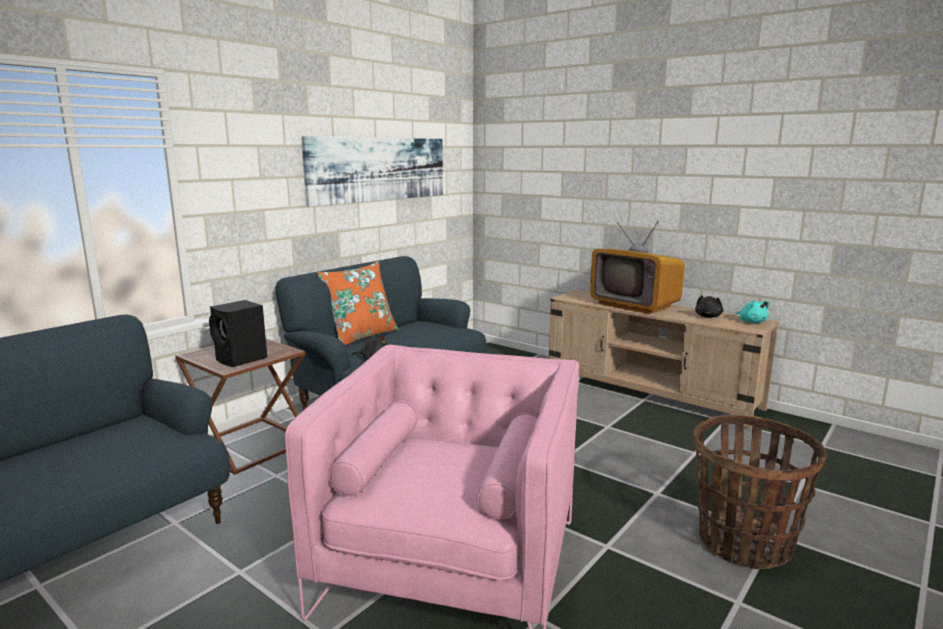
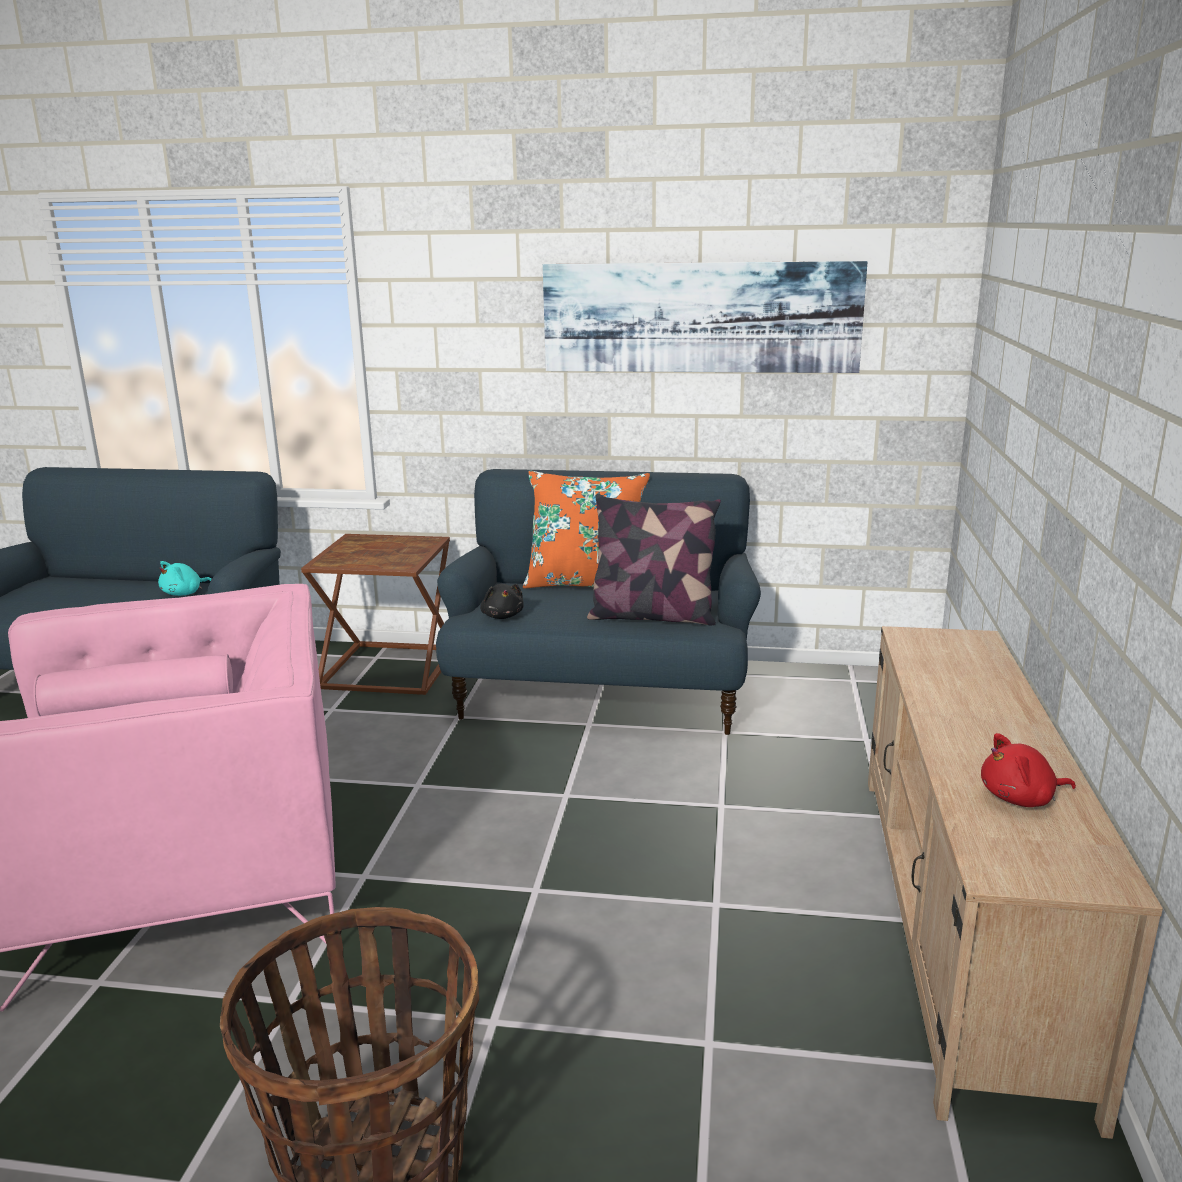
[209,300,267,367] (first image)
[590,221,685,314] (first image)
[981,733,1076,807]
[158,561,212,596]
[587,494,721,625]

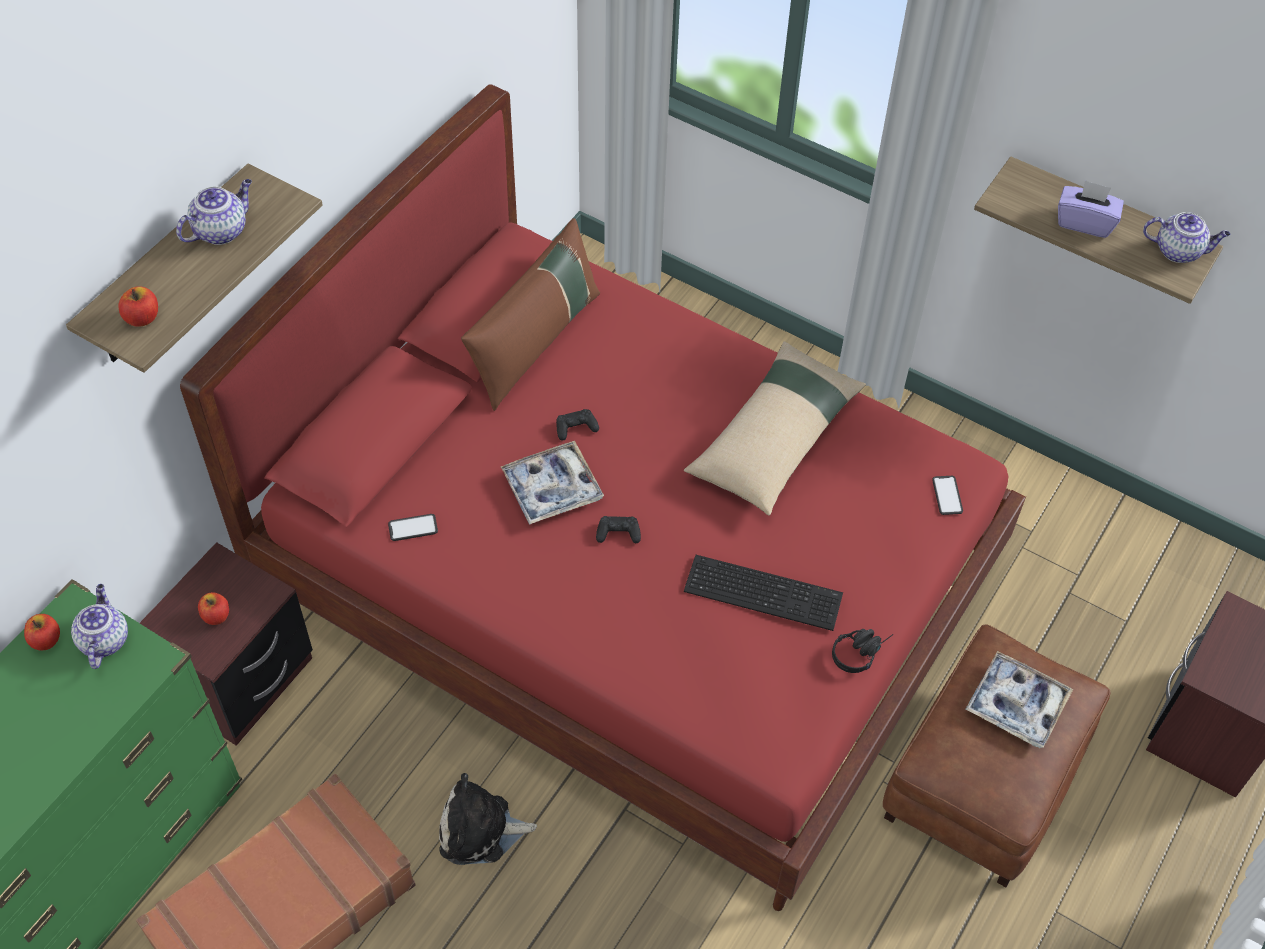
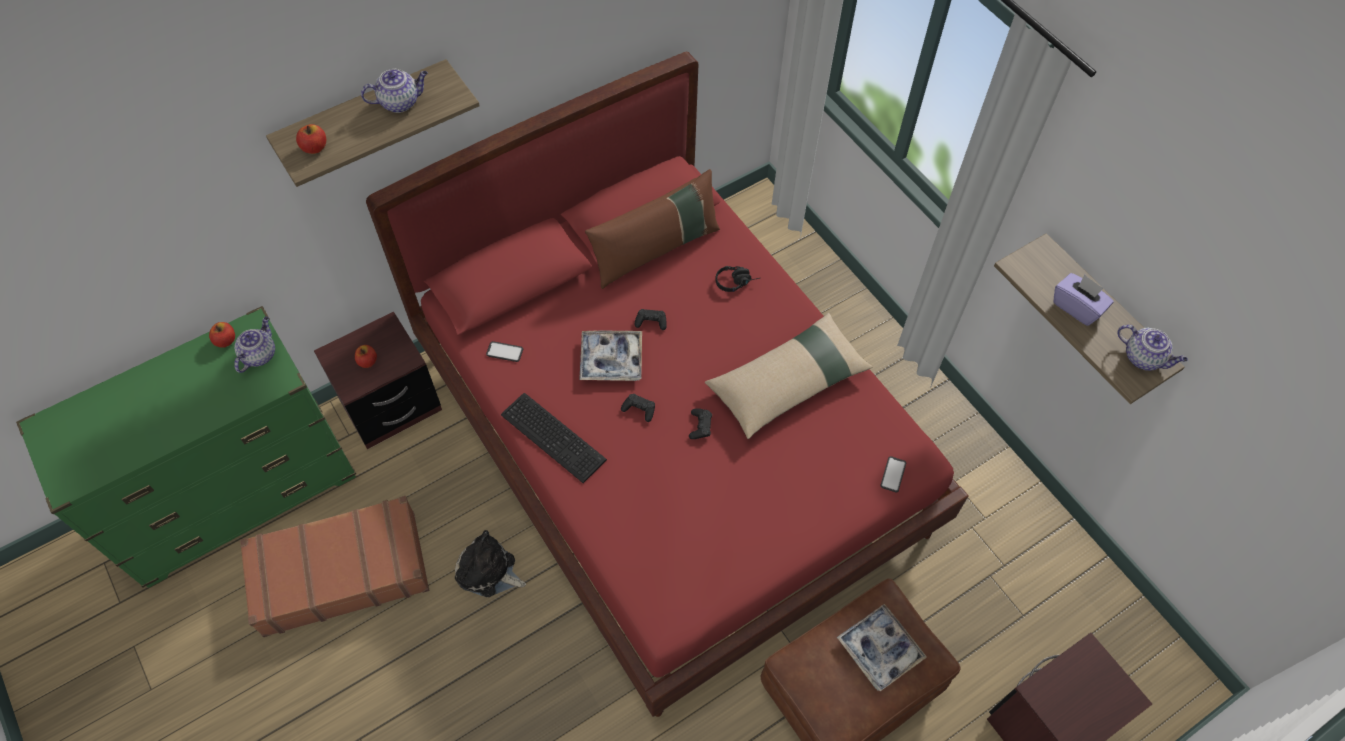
[501,393,607,483]
[715,266,760,292]
[689,408,712,439]

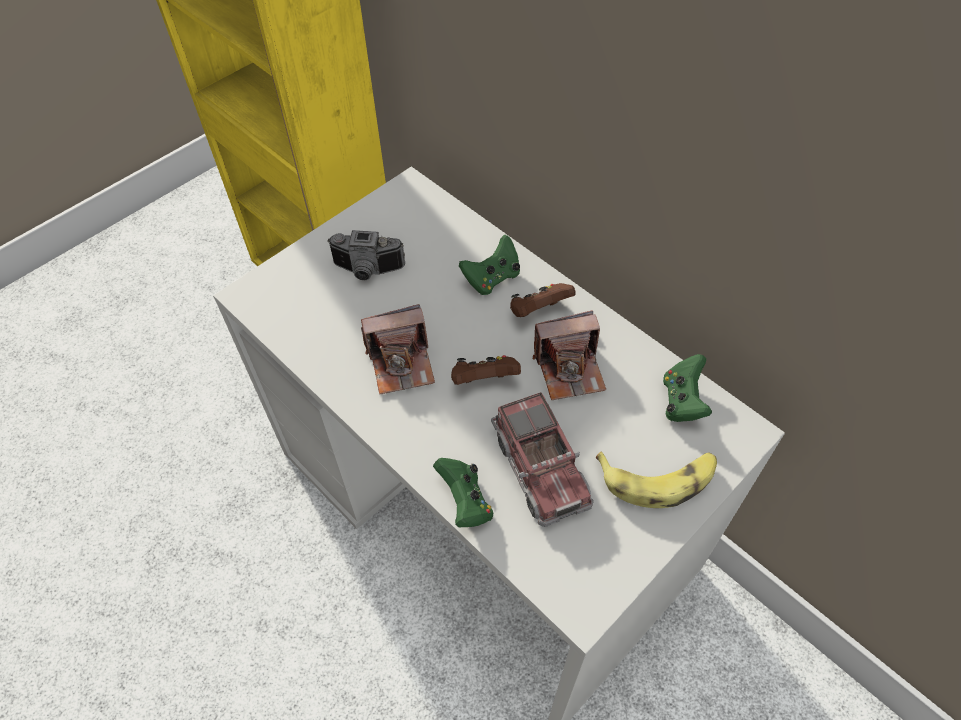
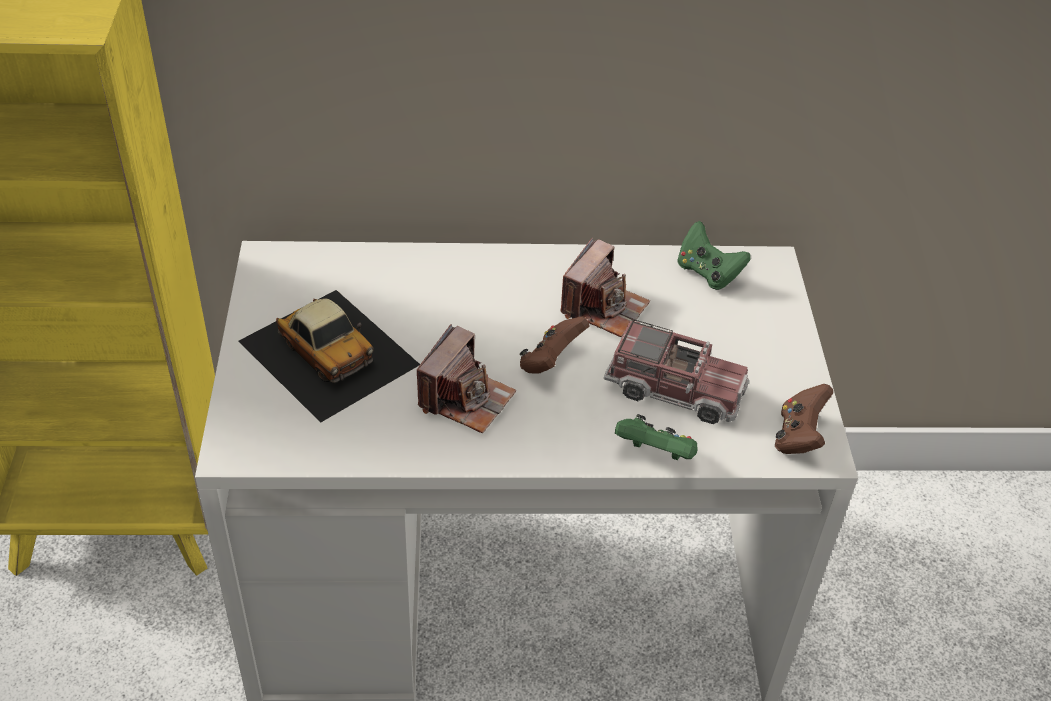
[239,290,420,423]
[459,235,520,295] (first image)
[775,384,833,454]
[596,452,717,508] (first image)

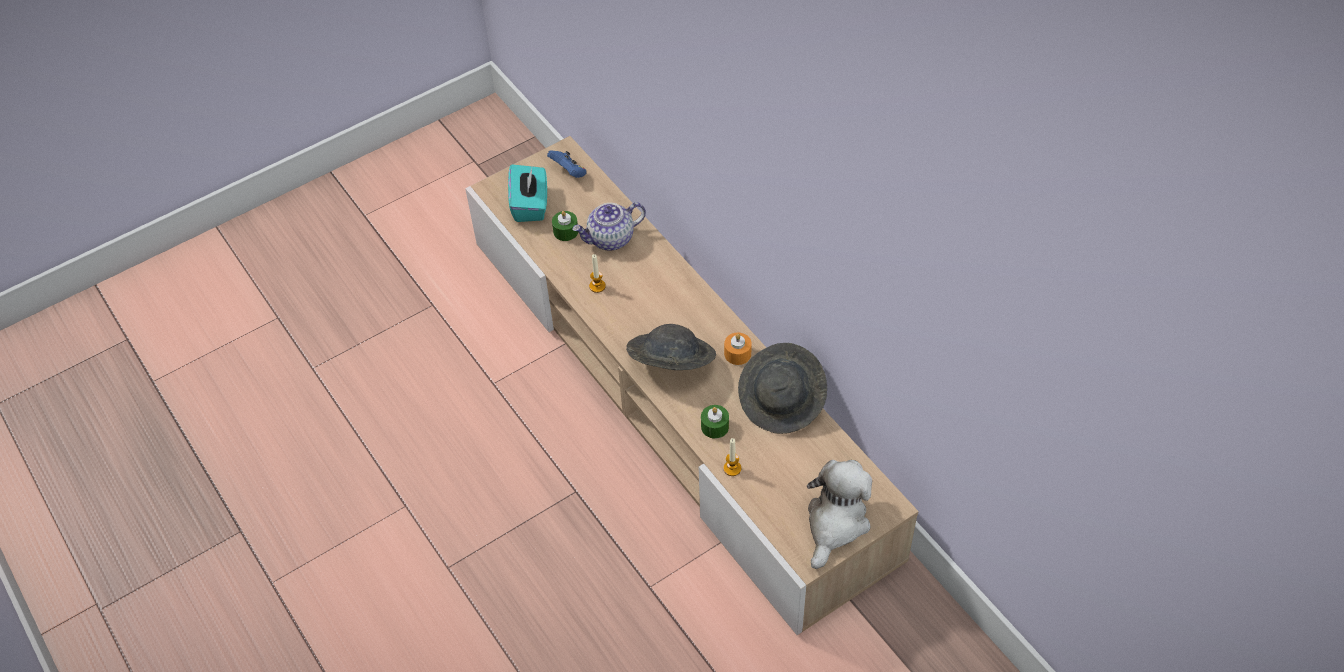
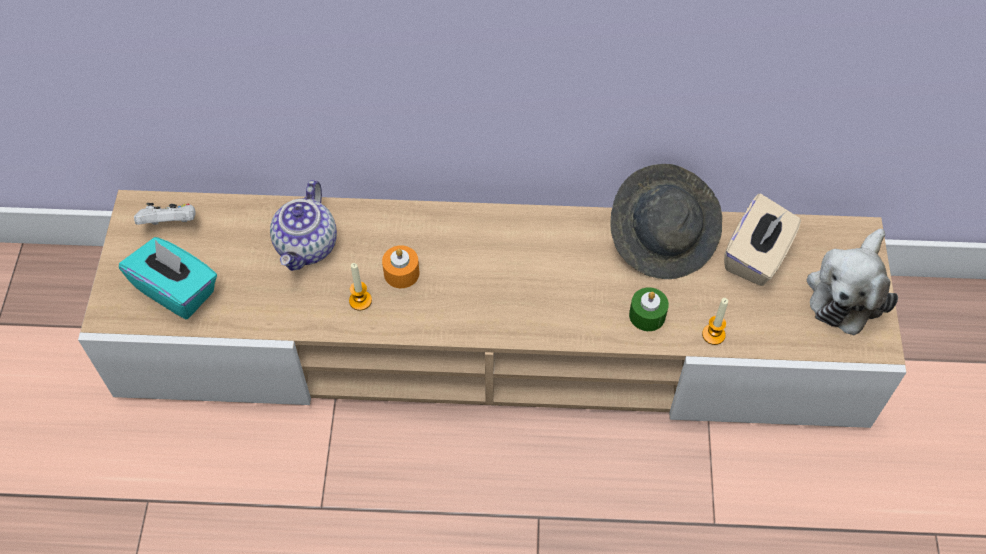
[134,203,196,225]
[552,211,578,241] (first image)
[626,324,716,370] (first image)
[382,245,419,288]
[807,229,898,336]
[724,194,801,286]

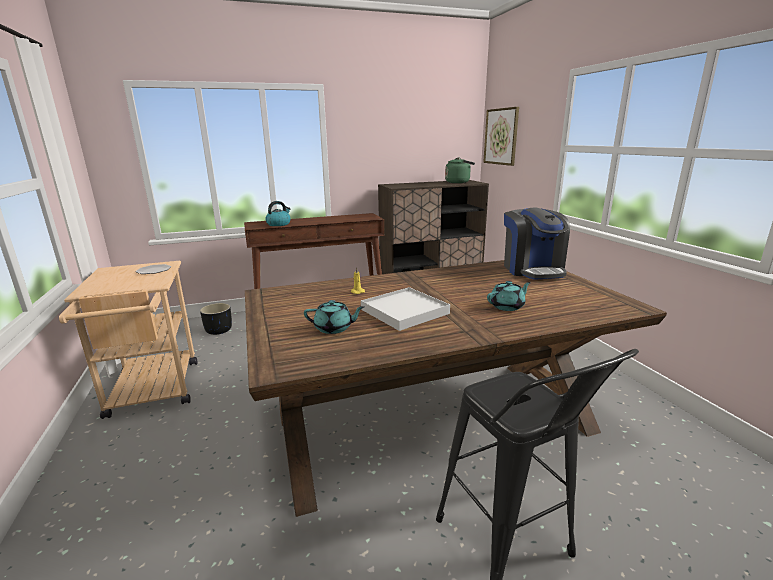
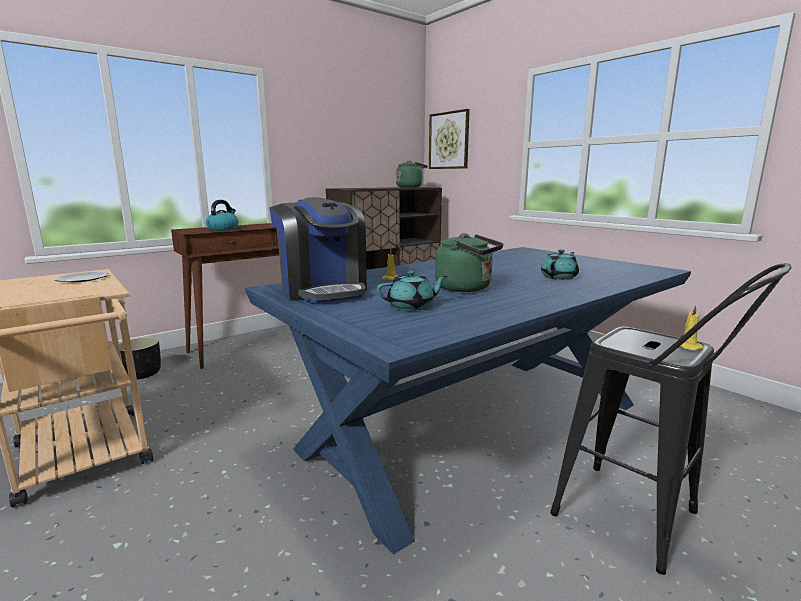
[245,247,691,554]
[435,233,503,292]
[269,197,367,303]
[674,305,703,350]

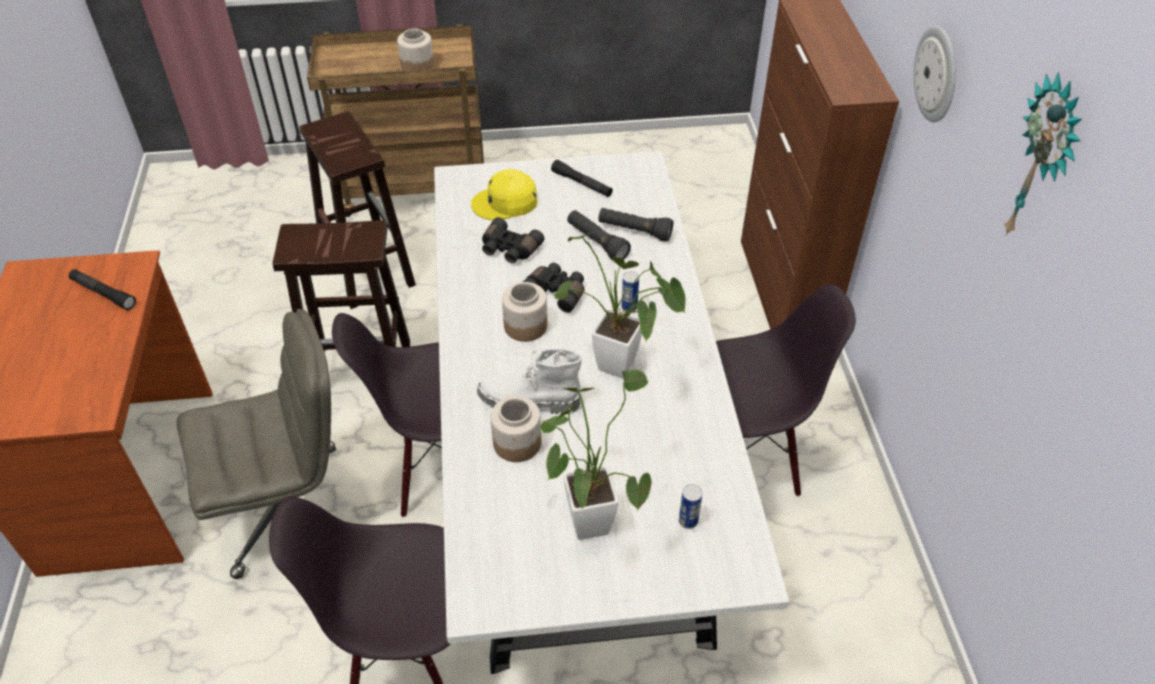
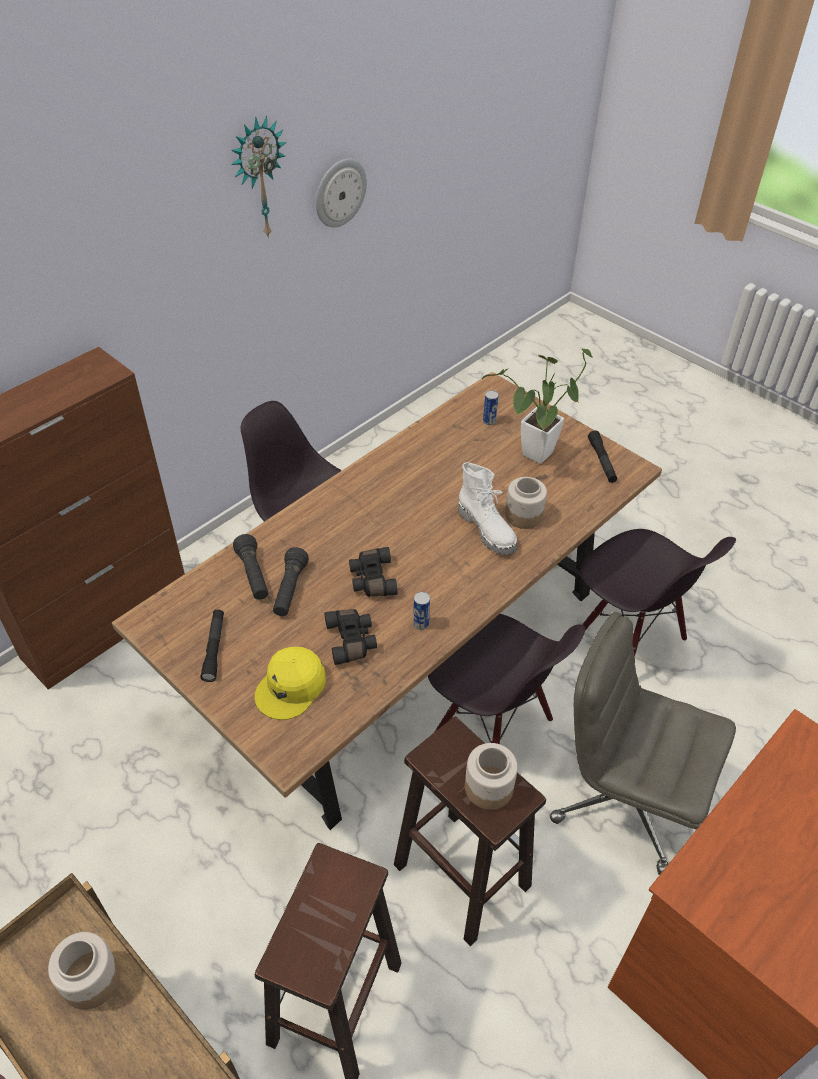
[588,431,617,483]
[112,372,662,830]
[255,647,326,720]
[465,743,518,810]
[554,233,686,378] (first image)
[413,592,430,630]
[316,159,367,228]

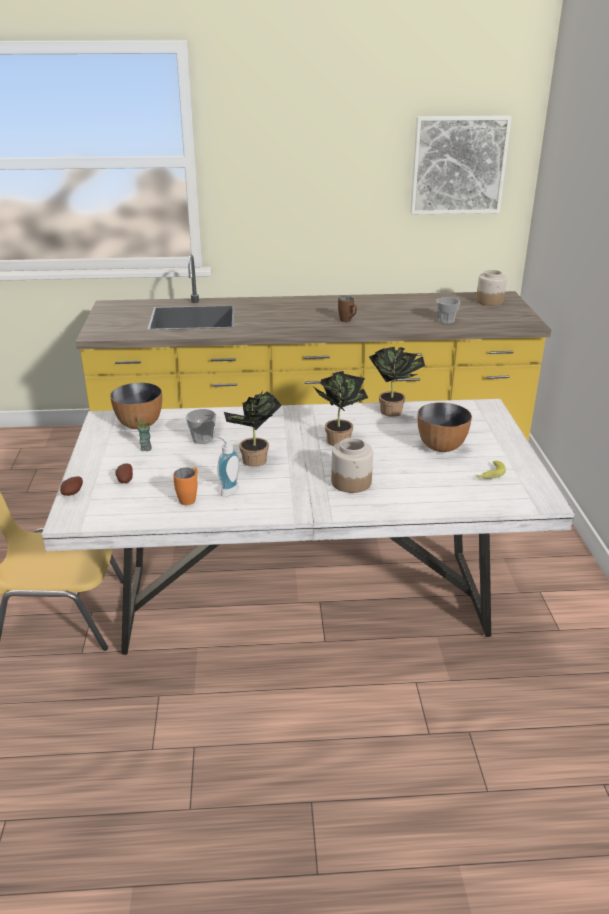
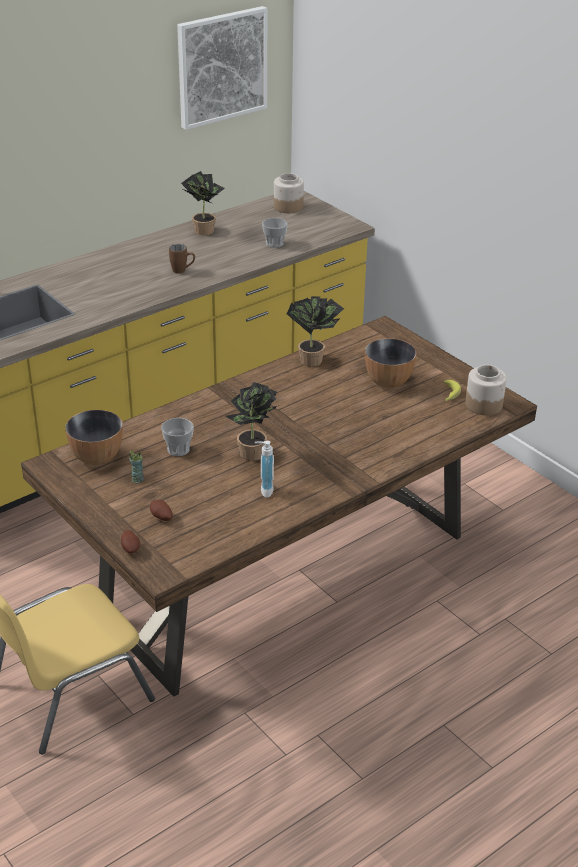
[21,316,537,697]
[173,467,198,505] (first image)
[181,171,225,236]
[465,365,507,415]

